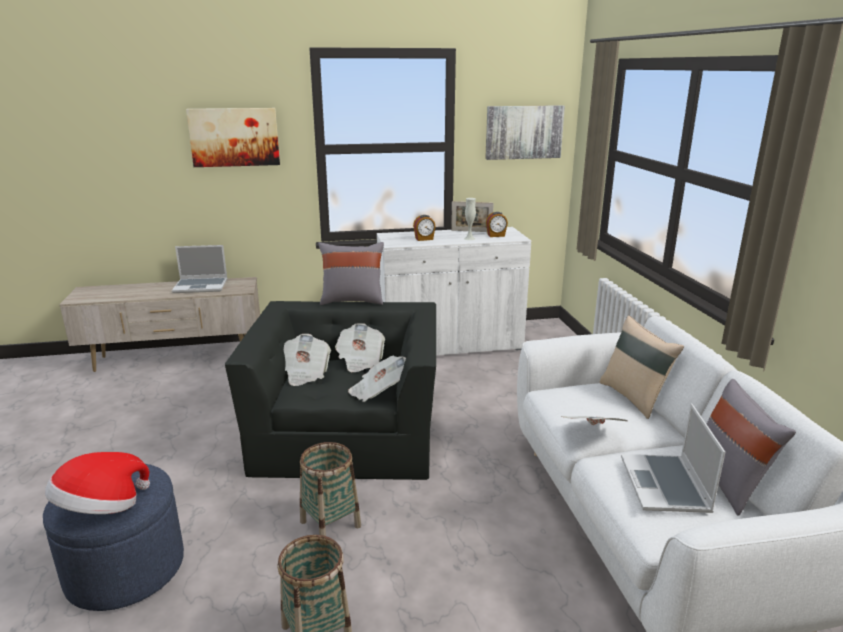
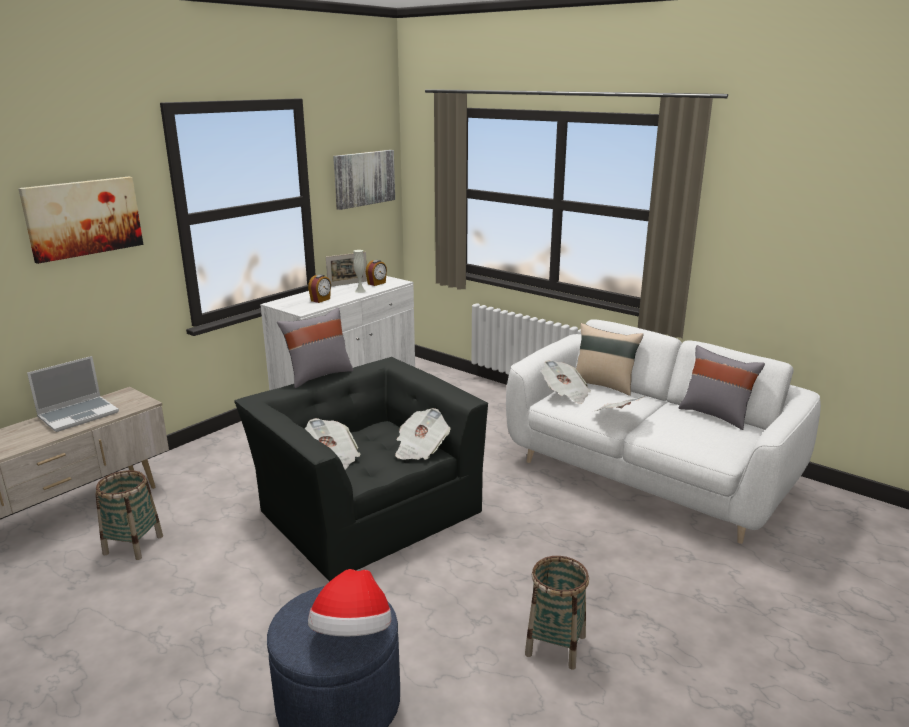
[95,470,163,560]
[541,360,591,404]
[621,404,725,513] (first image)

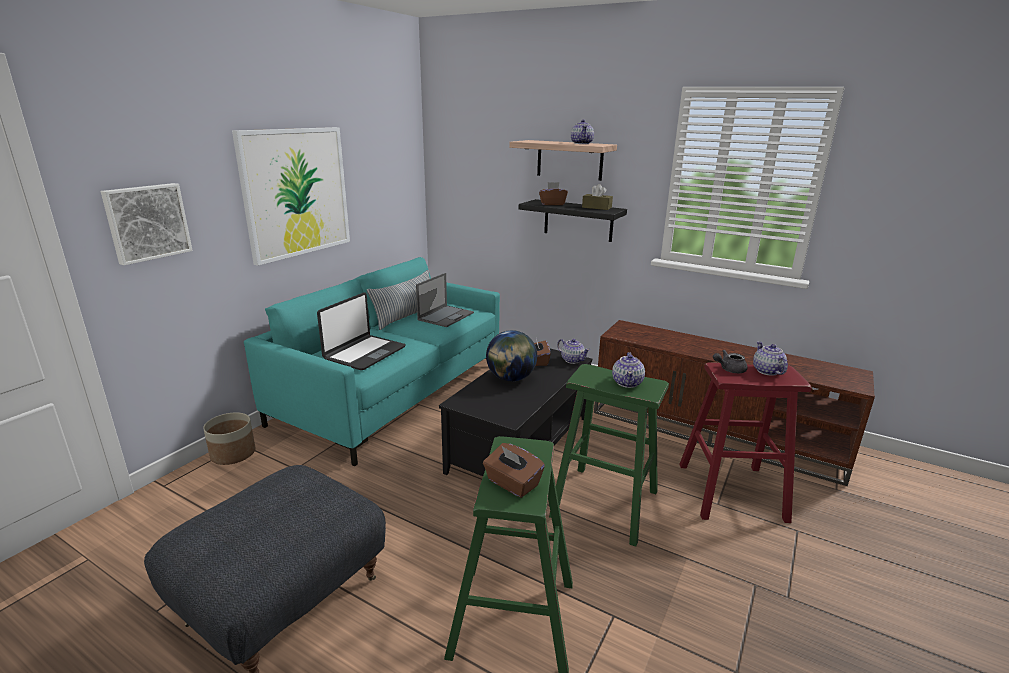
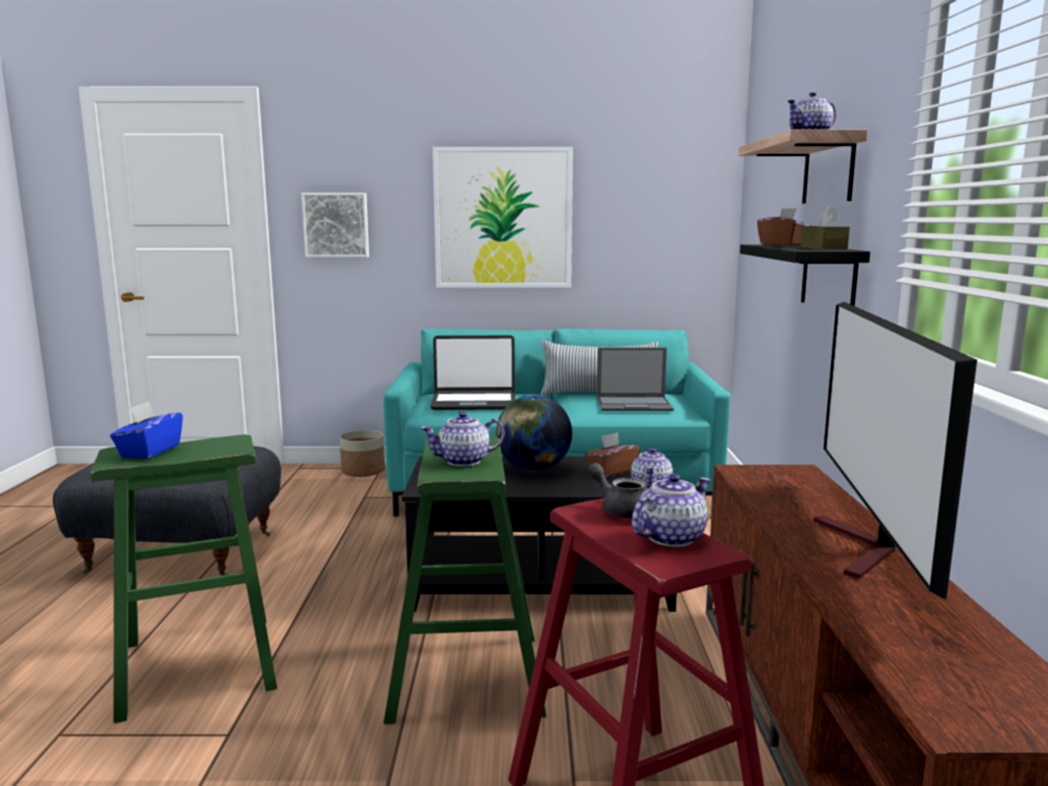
[110,401,183,459]
[813,302,977,600]

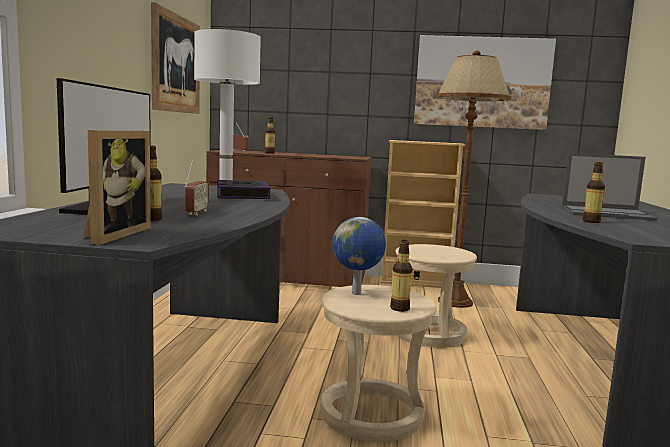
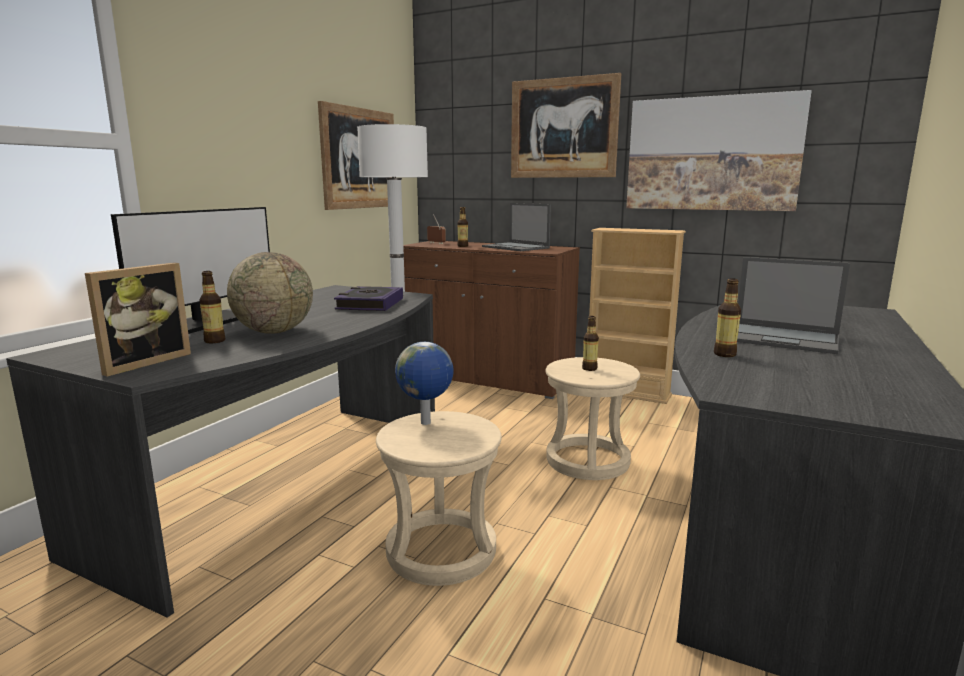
[227,252,313,334]
[582,316,599,371]
[436,51,512,308] (first image)
[482,203,551,251]
[511,73,621,178]

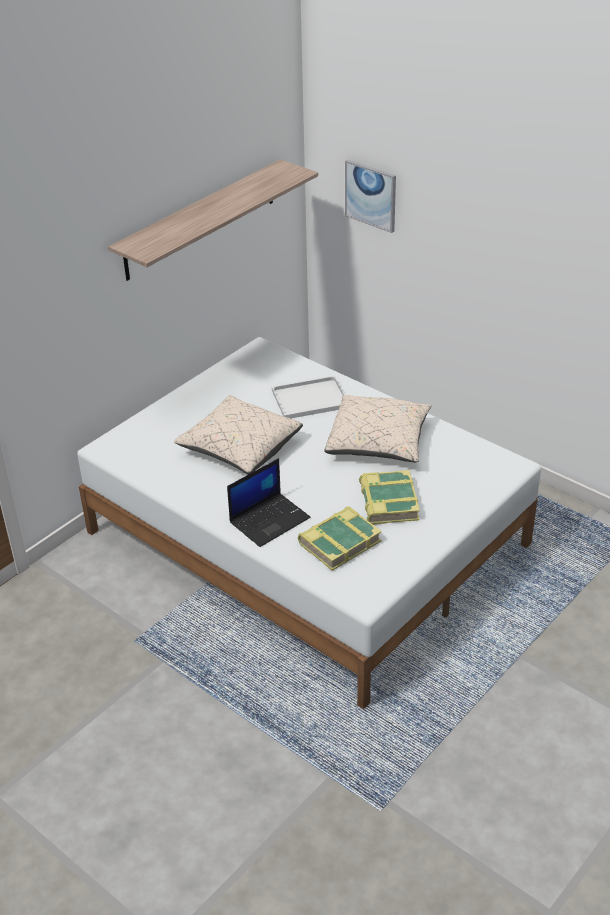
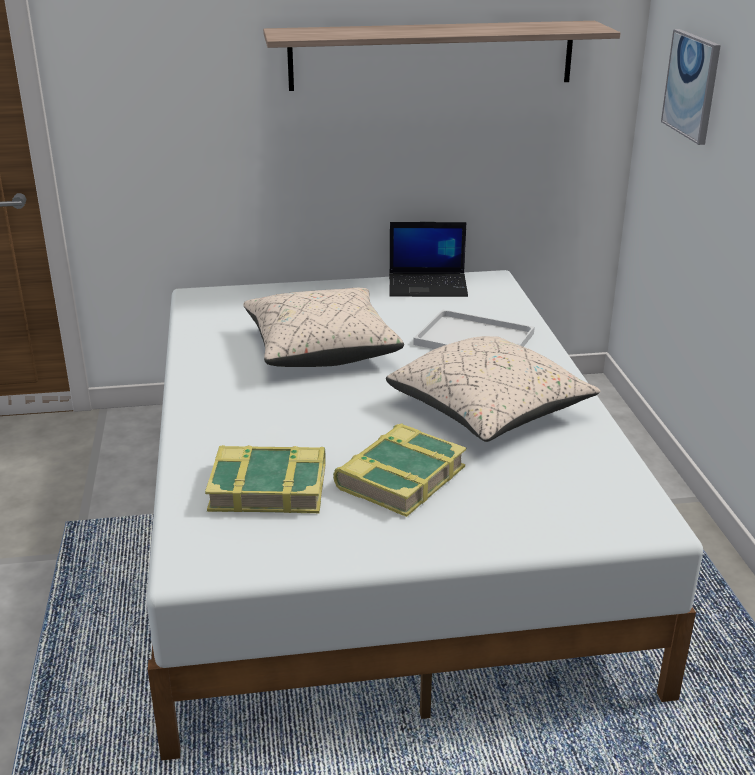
[389,222,468,297]

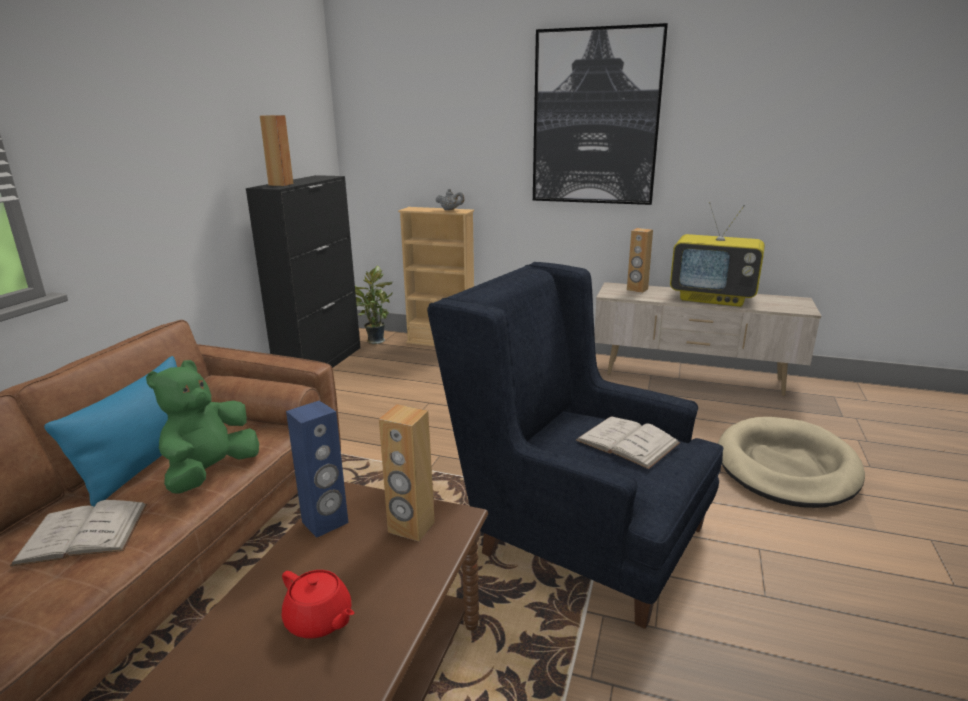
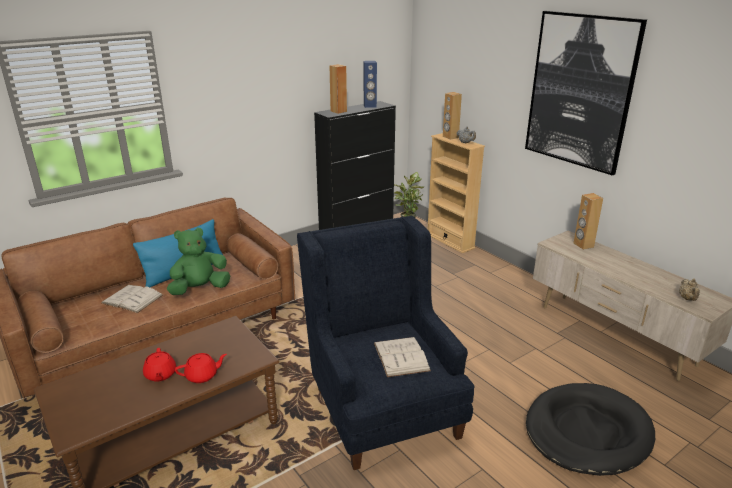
[364,61,377,108]
[443,92,462,140]
[670,202,765,307] (first image)
[526,383,655,476]
[175,353,227,383]
[679,278,700,301]

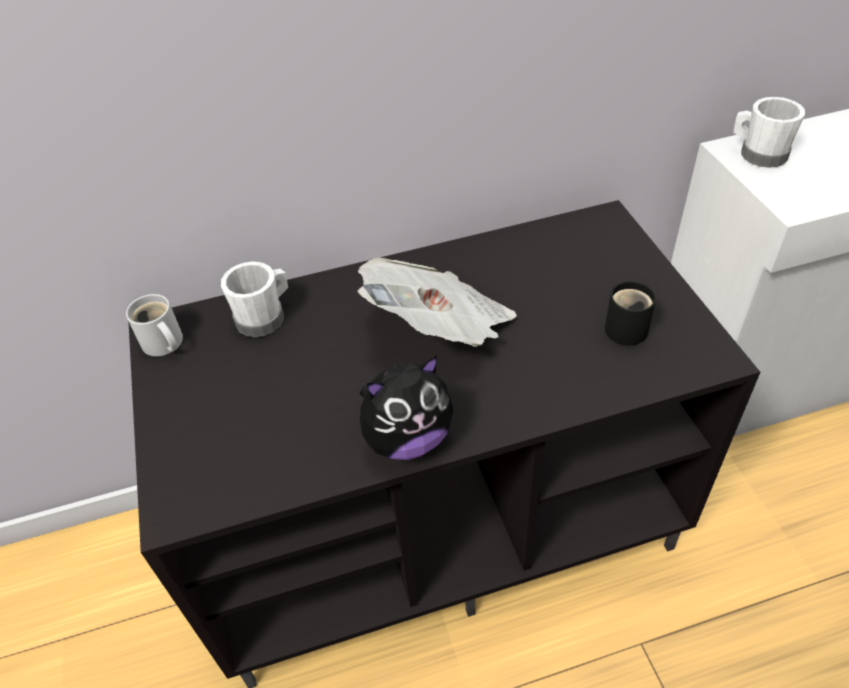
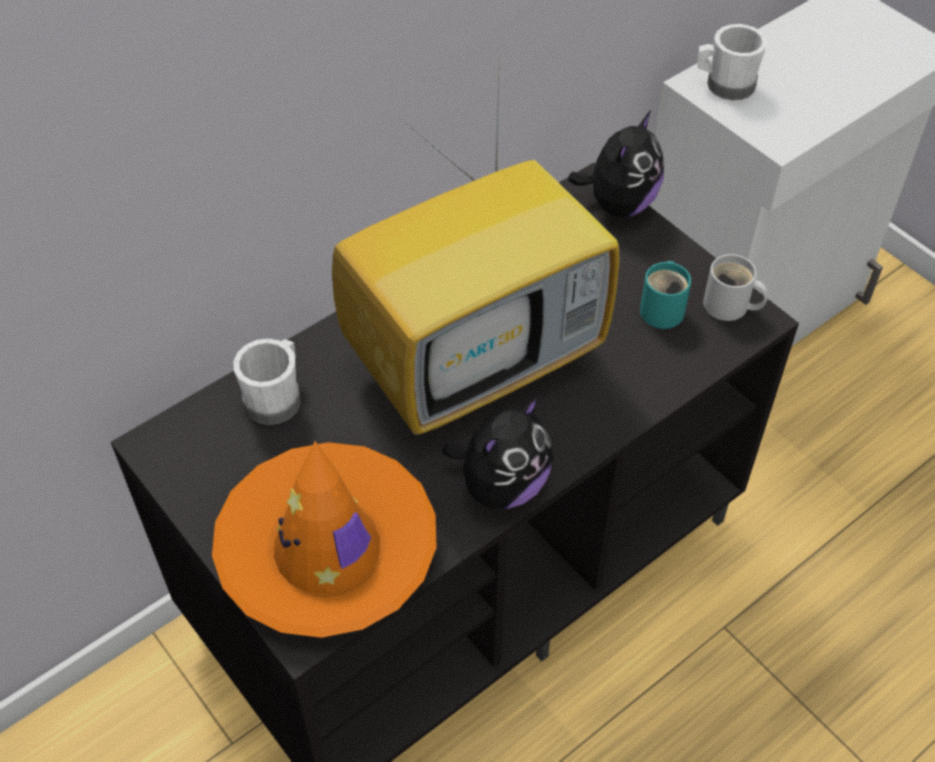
[703,254,768,321]
[332,51,620,435]
[640,261,691,329]
[212,441,437,638]
[568,110,664,217]

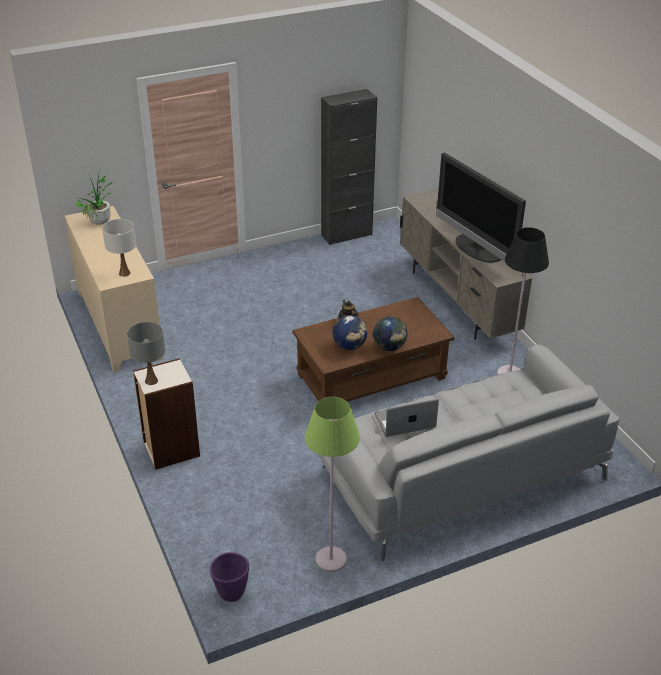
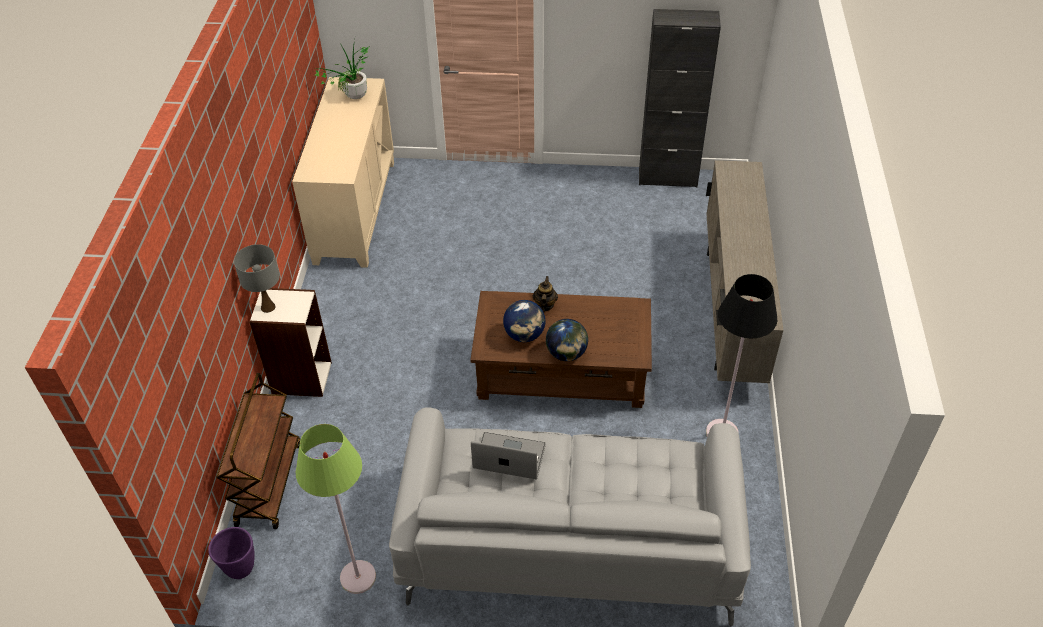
[102,219,136,277] (first image)
[437,152,526,262] (first image)
[216,373,300,529]

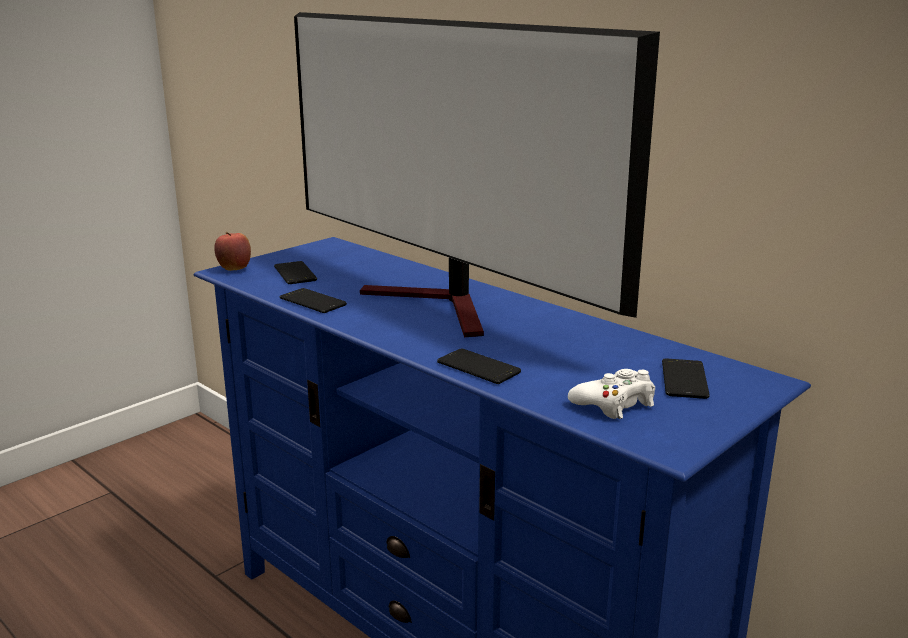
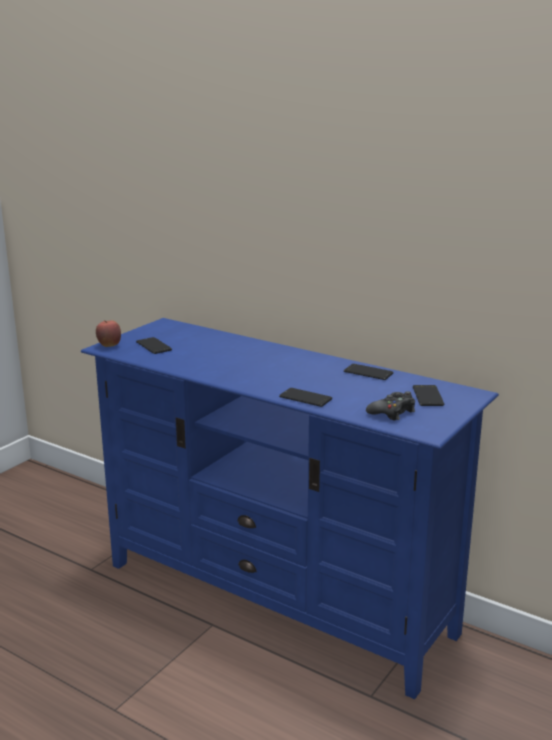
[344,364,393,380]
[294,12,660,337] (first image)
[366,391,415,421]

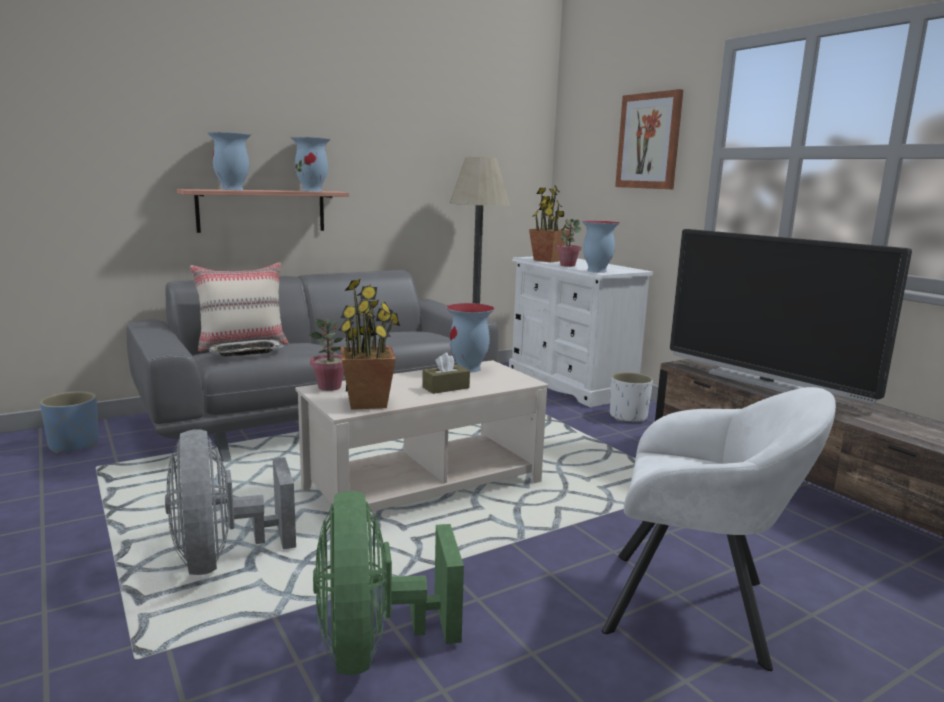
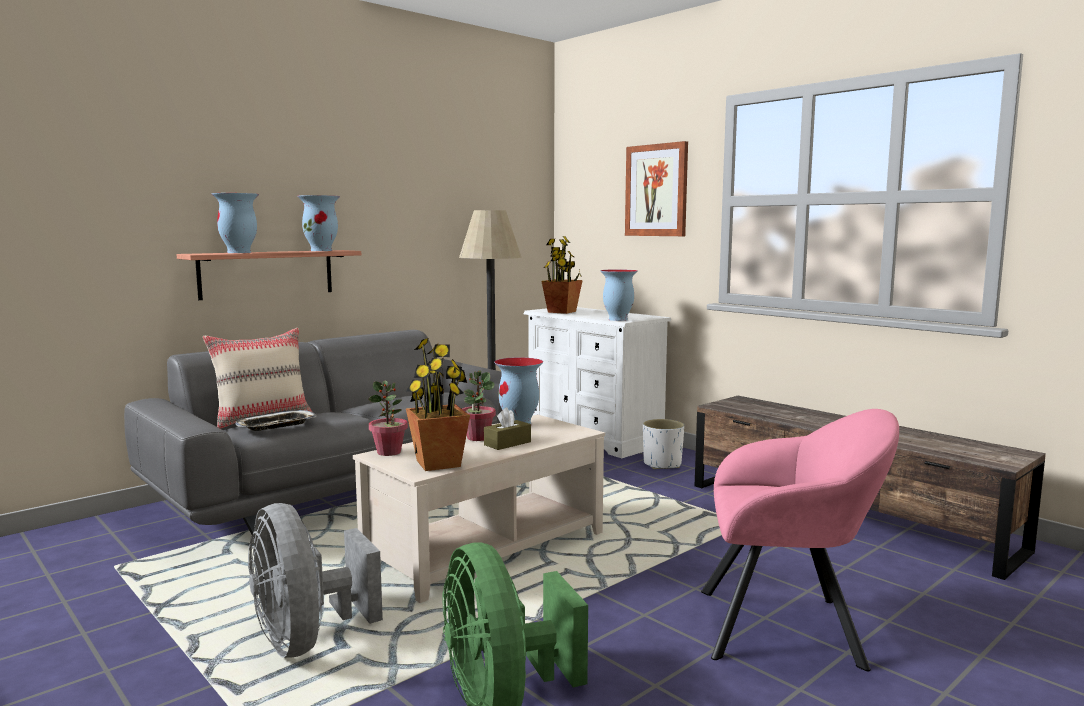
[40,391,99,454] (first image)
[462,371,496,441]
[701,409,899,671]
[670,229,912,404] (first image)

